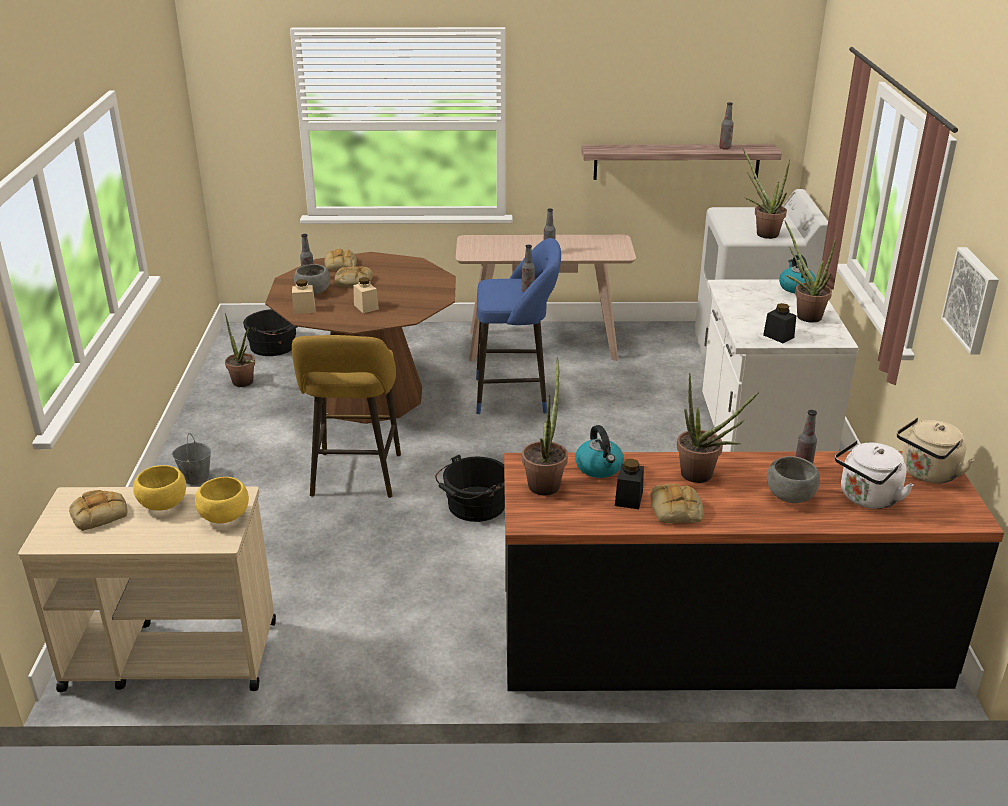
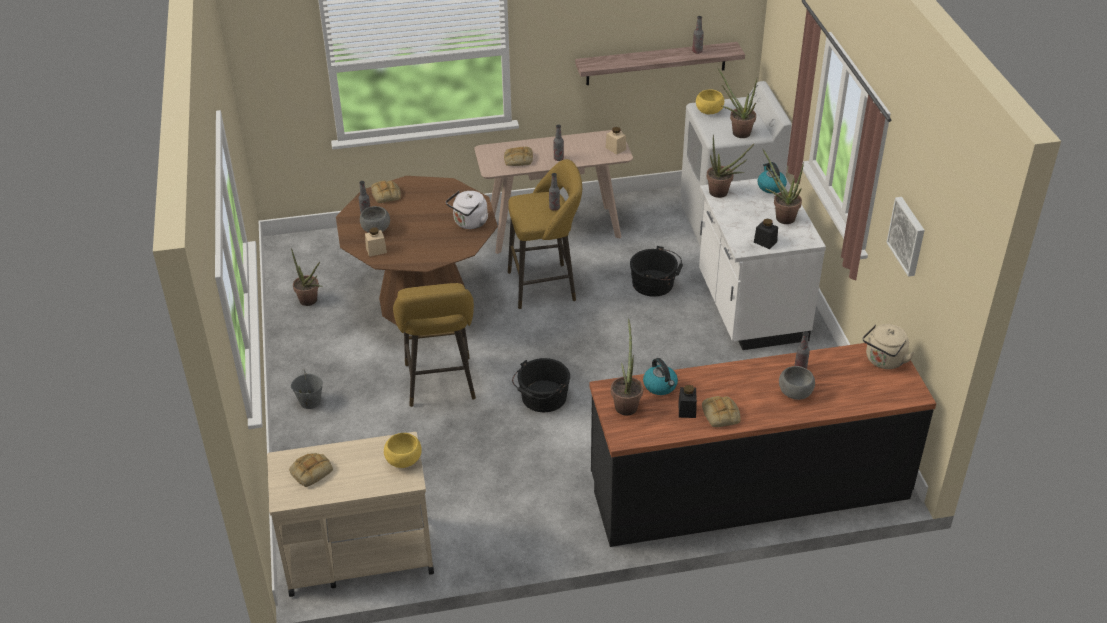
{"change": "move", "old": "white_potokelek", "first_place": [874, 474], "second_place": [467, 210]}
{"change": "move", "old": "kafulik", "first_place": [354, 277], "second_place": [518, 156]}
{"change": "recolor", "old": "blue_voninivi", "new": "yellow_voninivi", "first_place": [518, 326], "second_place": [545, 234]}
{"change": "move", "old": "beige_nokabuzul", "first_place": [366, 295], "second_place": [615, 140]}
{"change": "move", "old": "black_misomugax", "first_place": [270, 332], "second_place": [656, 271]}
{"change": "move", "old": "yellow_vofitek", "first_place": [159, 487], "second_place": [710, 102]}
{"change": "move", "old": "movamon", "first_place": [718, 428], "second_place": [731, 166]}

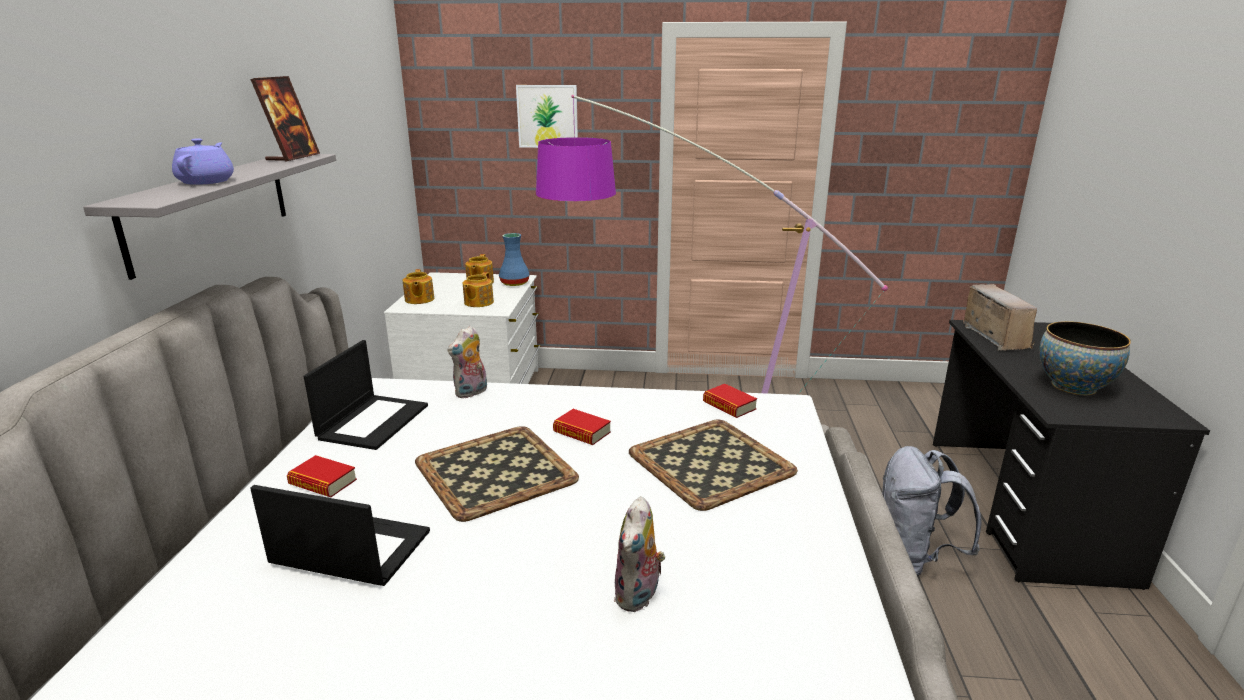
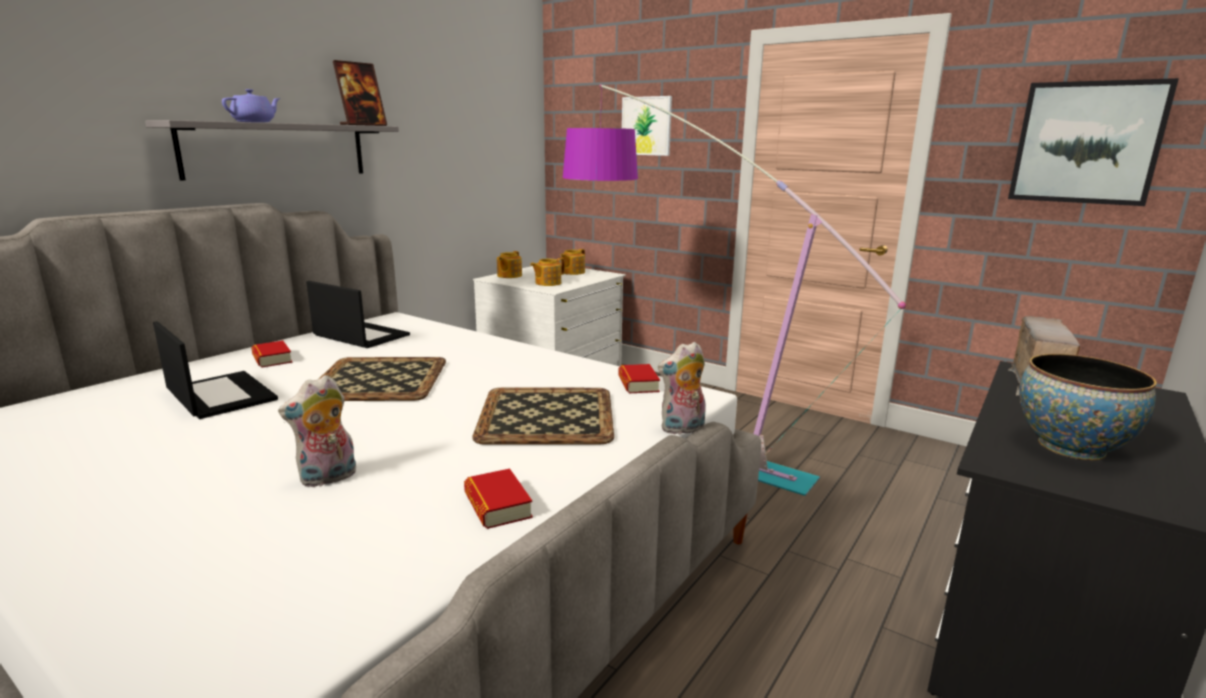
{"change": "rotate", "old": "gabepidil", "first_place": [366, 395], "second_place": [358, 314], "degrees": -105}
{"change": "move", "old": "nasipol", "first_place": [582, 427], "second_place": [498, 499]}
{"change": "move", "old": "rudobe", "first_place": [467, 361], "second_place": [682, 388]}
{"change": "insert", "new": "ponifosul", "second_place": [1093, 142]}
{"change": "delete", "old": "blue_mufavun", "first_place": [514, 259]}
{"change": "delete", "old": "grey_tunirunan", "first_place": [932, 511]}

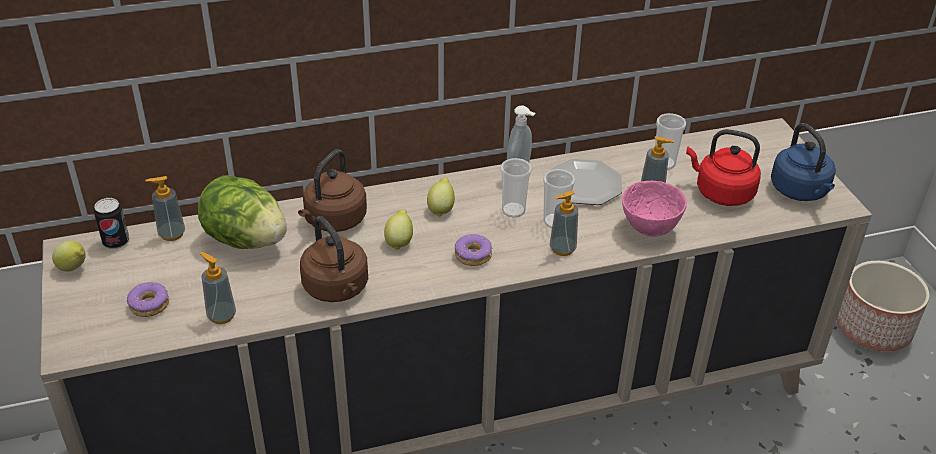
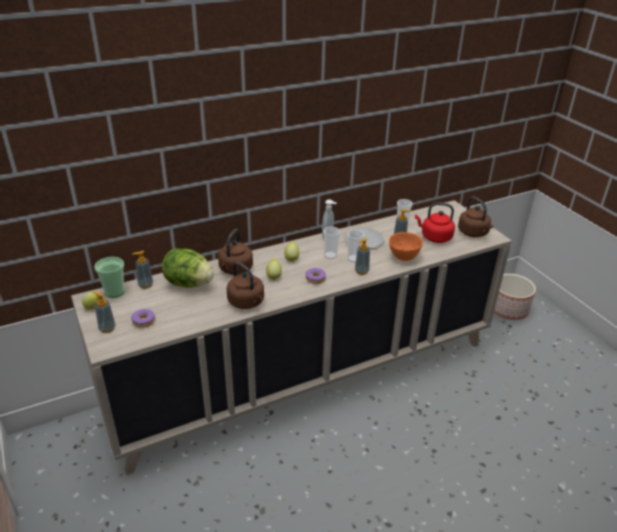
{"change": "move", "old": "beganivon", "first_place": [218, 288], "second_place": [104, 312]}
{"change": "replace", "old": "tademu", "new": "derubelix", "first_place": [111, 223], "second_place": [109, 277]}
{"change": "recolor", "old": "pink_vofitek", "new": "orange_vofitek", "first_place": [654, 209], "second_place": [406, 246]}
{"change": "recolor", "old": "blue_potokelek", "new": "brown_potokelek", "first_place": [803, 162], "second_place": [475, 217]}

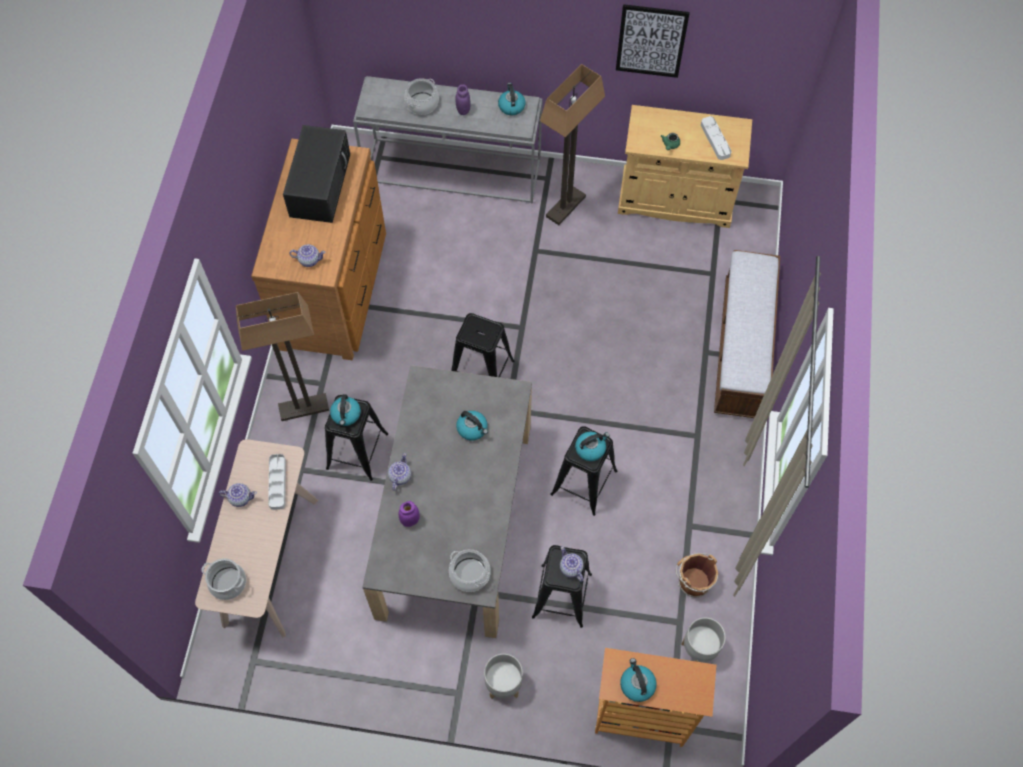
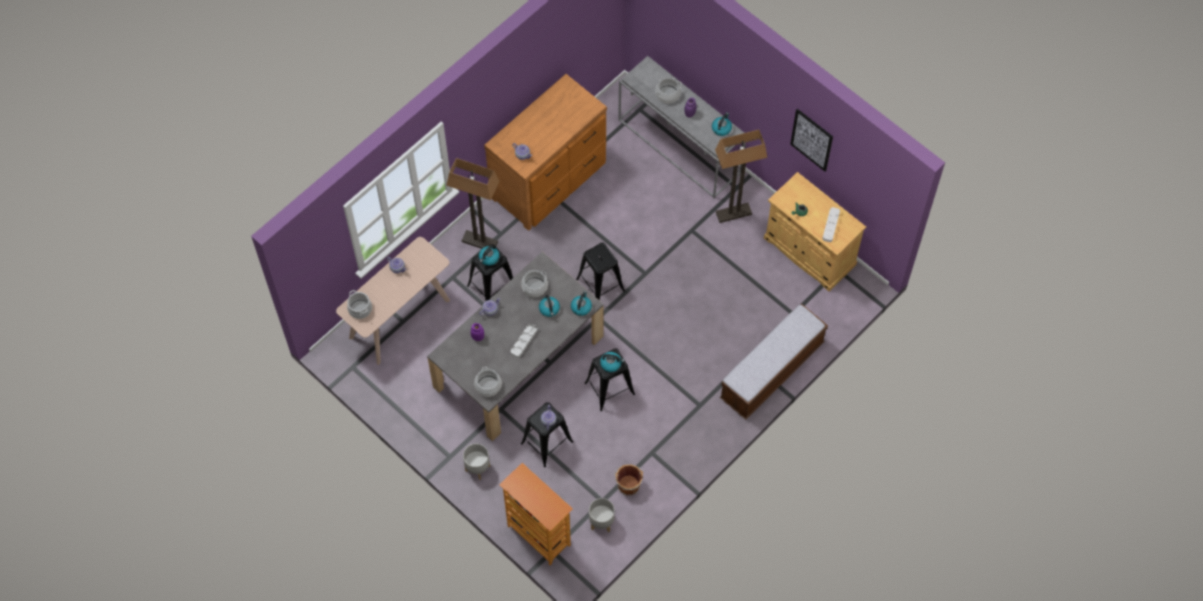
{"change": "move", "old": "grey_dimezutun", "first_place": [277, 482], "second_place": [524, 340]}
{"change": "insert", "new": "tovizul", "second_place": [534, 283]}
{"change": "move", "old": "potokelek", "first_place": [638, 680], "second_place": [581, 303]}
{"change": "delete", "old": "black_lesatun", "first_place": [316, 174]}

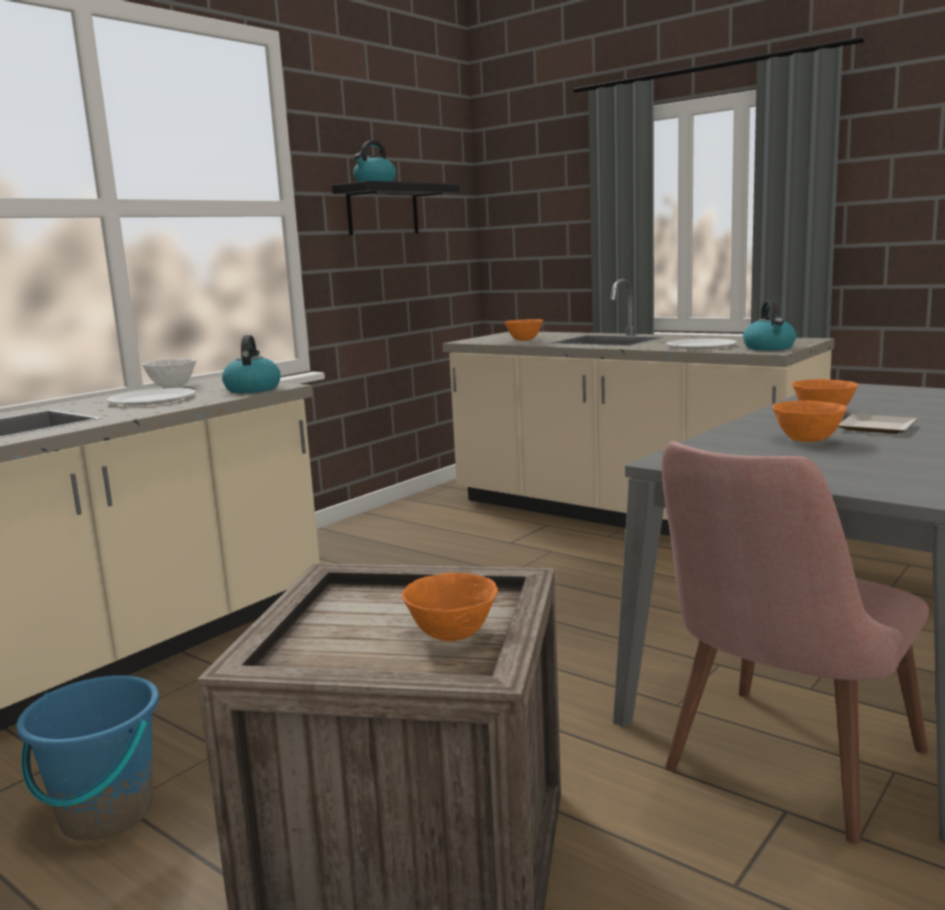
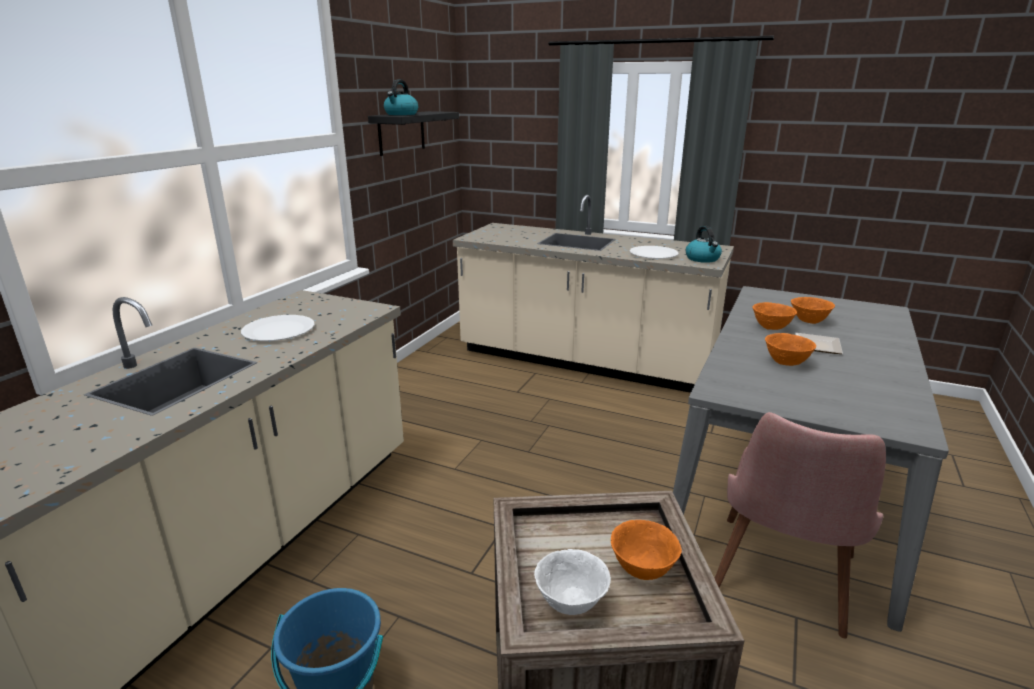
{"change": "move", "old": "white_vofitek", "first_place": [169, 373], "second_place": [572, 582]}
{"change": "move", "old": "orange_vofitek", "first_place": [524, 330], "second_place": [813, 310]}
{"change": "delete", "old": "potokelek", "first_place": [251, 364]}

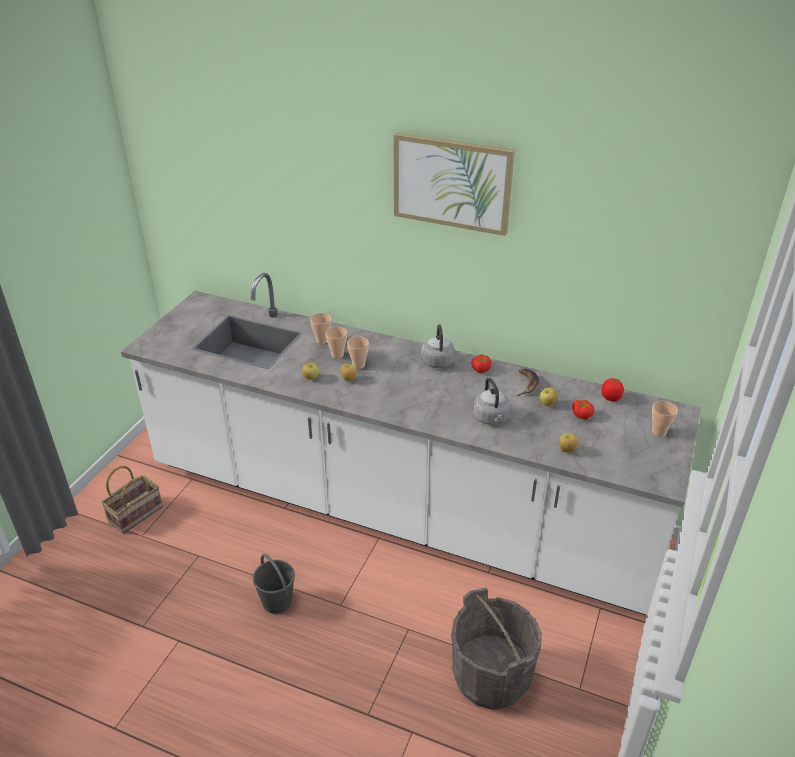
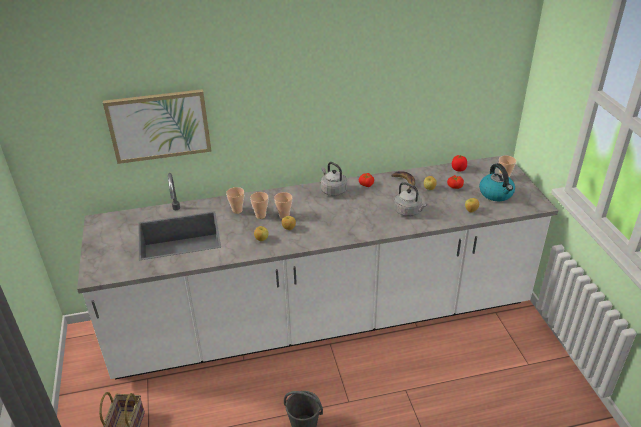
{"change": "move", "old": "ponifosul", "first_place": [454, 184], "second_place": [157, 126]}
{"change": "insert", "new": "potokelek", "second_place": [497, 182]}
{"change": "delete", "old": "grey_misomugax", "first_place": [496, 648]}

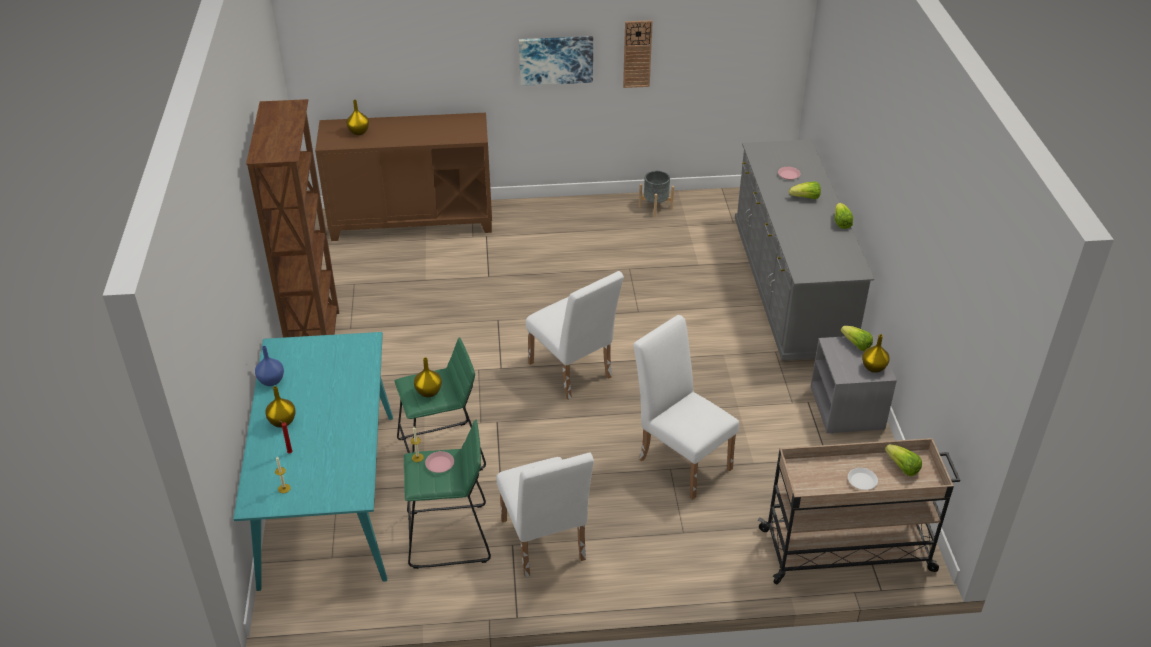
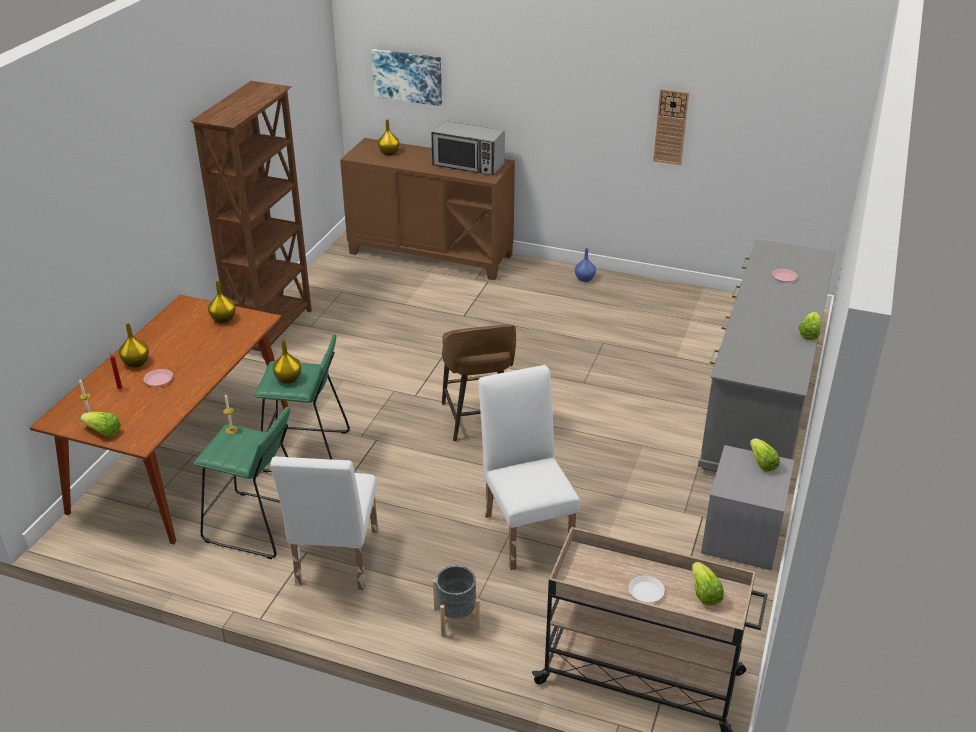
{"change": "recolor", "old": "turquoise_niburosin", "new": "brown_niburosin", "first_place": [313, 461], "second_place": [159, 420]}
{"change": "move", "old": "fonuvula", "first_place": [805, 190], "second_place": [100, 424]}
{"change": "move", "old": "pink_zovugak", "first_place": [439, 462], "second_place": [158, 378]}
{"change": "move", "old": "yellow_mufavun", "first_place": [876, 353], "second_place": [222, 302]}
{"change": "move", "old": "ponifosul", "first_place": [556, 61], "second_place": [406, 77]}
{"change": "insert", "new": "lesatun", "second_place": [468, 148]}
{"change": "move", "old": "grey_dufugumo", "first_place": [656, 194], "second_place": [456, 601]}
{"change": "replace", "old": "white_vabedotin", "new": "brown_voninivi", "first_place": [575, 335], "second_place": [479, 383]}
{"change": "move", "old": "blue_mufavun", "first_place": [269, 366], "second_place": [585, 265]}

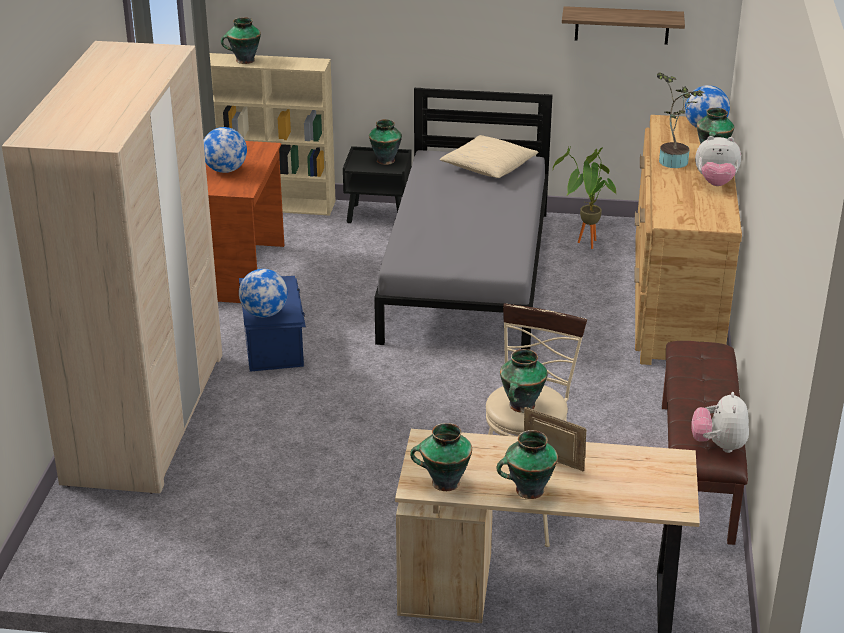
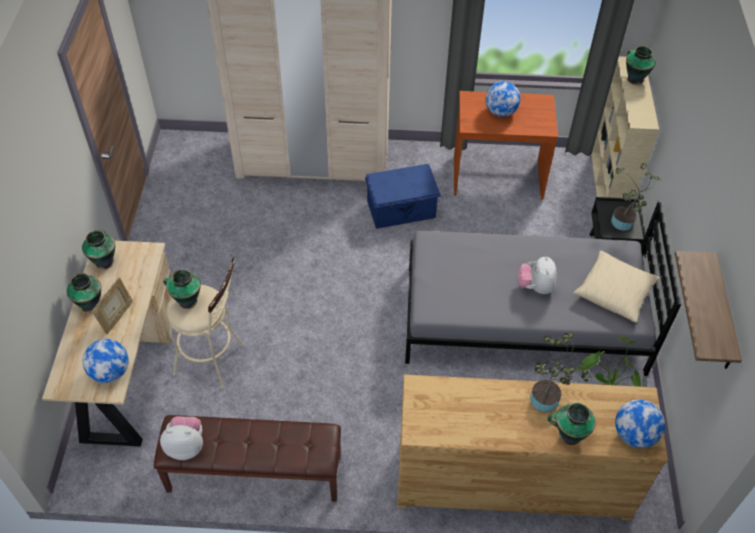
{"change": "move", "old": "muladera", "first_place": [263, 293], "second_place": [106, 361]}
{"change": "move", "old": "rudobe", "first_place": [718, 161], "second_place": [537, 275]}
{"change": "replace", "old": "mufavun", "new": "movamon", "first_place": [385, 142], "second_place": [636, 197]}

